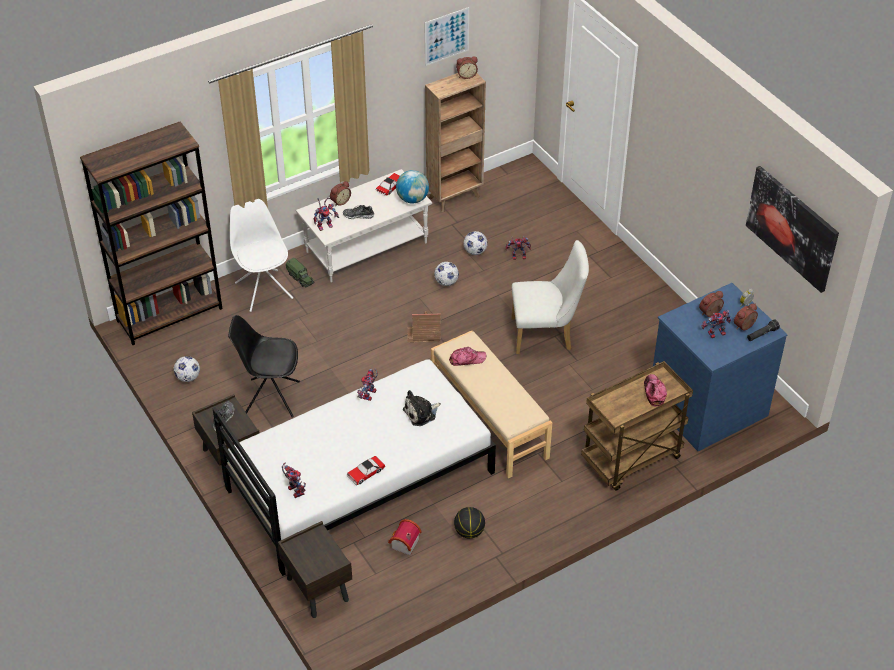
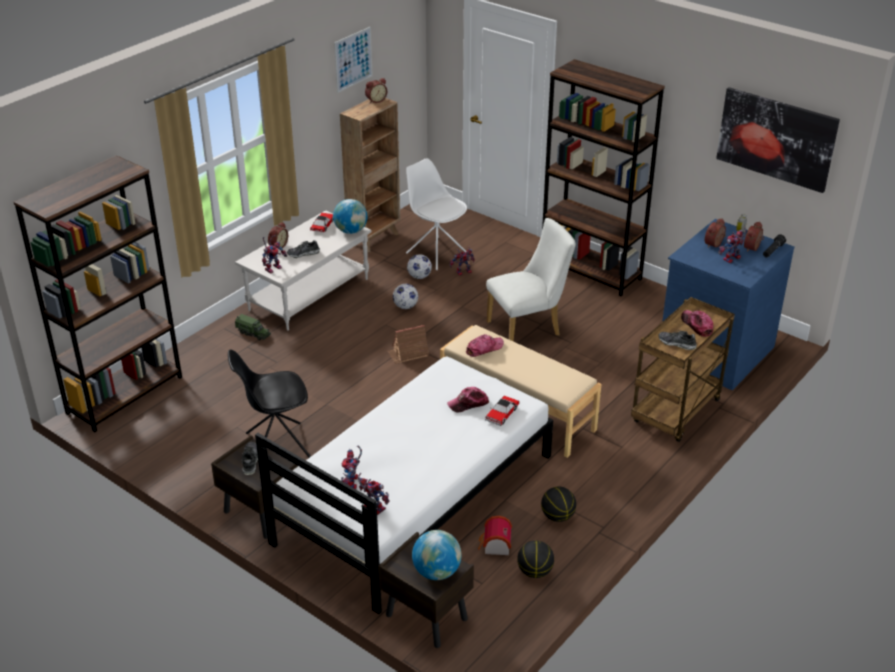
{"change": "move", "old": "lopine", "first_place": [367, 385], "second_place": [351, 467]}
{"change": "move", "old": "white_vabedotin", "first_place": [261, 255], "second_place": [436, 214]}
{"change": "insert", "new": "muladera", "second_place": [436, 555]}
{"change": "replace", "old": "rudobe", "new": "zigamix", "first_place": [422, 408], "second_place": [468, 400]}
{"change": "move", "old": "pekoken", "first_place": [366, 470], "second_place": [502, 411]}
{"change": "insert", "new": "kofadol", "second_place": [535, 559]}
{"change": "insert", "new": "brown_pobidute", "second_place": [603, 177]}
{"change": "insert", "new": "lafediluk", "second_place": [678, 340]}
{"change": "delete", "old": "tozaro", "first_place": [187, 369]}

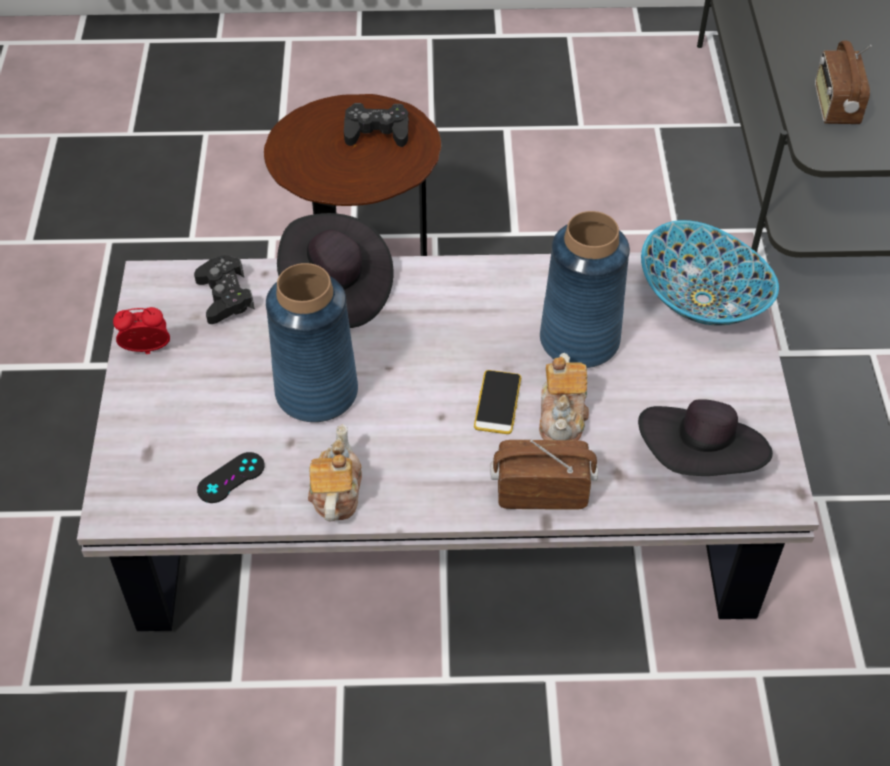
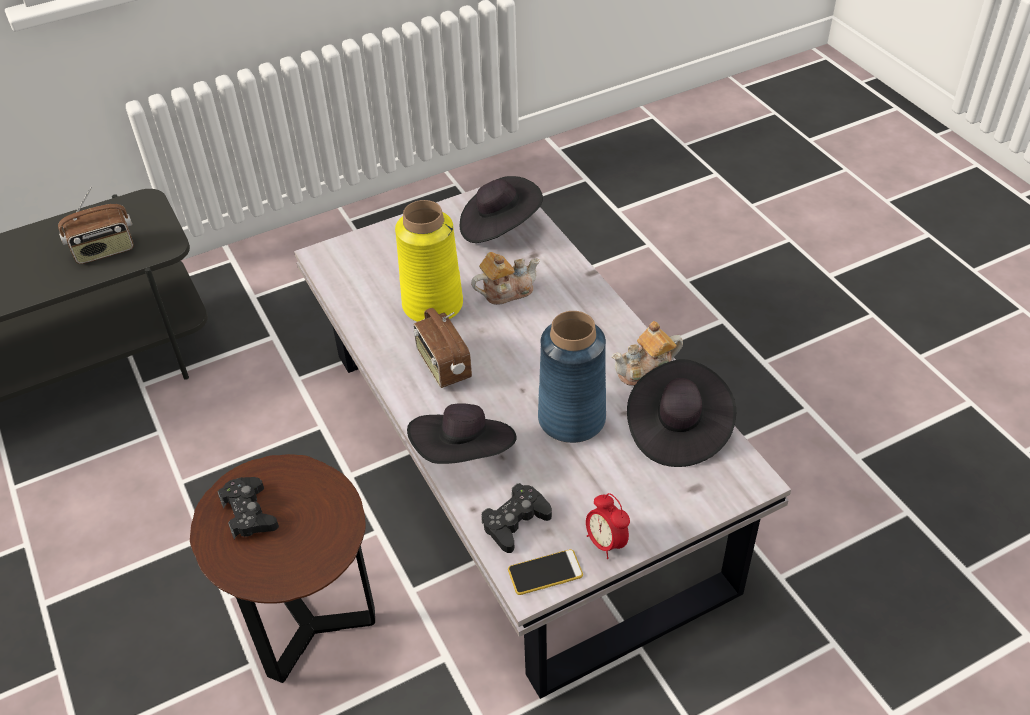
{"change": "recolor", "old": "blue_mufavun", "new": "yellow_mufavun", "first_place": [585, 289], "second_place": [429, 261]}
{"change": "move", "old": "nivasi", "first_place": [544, 475], "second_place": [443, 348]}
{"change": "move", "old": "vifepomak", "first_place": [497, 402], "second_place": [545, 572]}
{"change": "replace", "old": "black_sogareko", "new": "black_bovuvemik", "first_place": [231, 477], "second_place": [681, 413]}
{"change": "delete", "old": "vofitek", "first_place": [710, 272]}

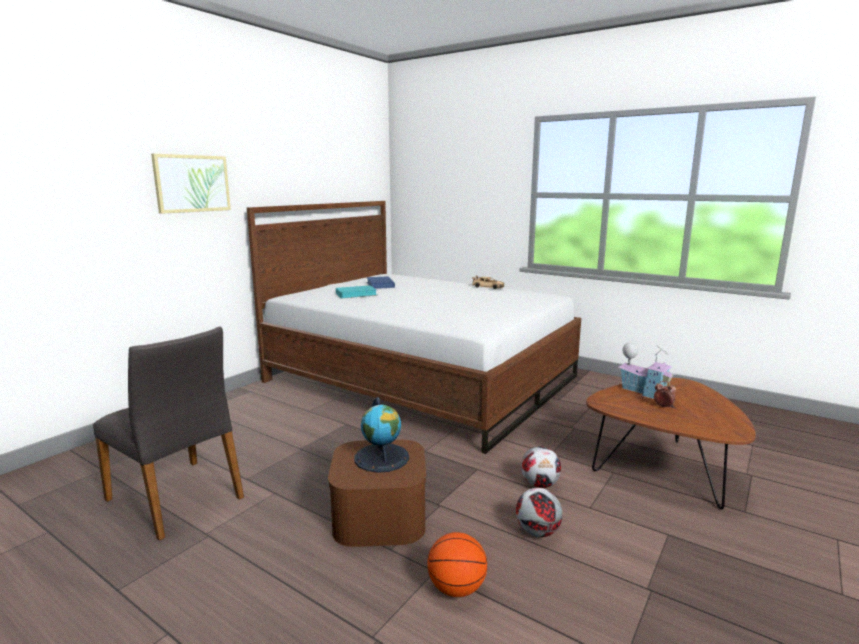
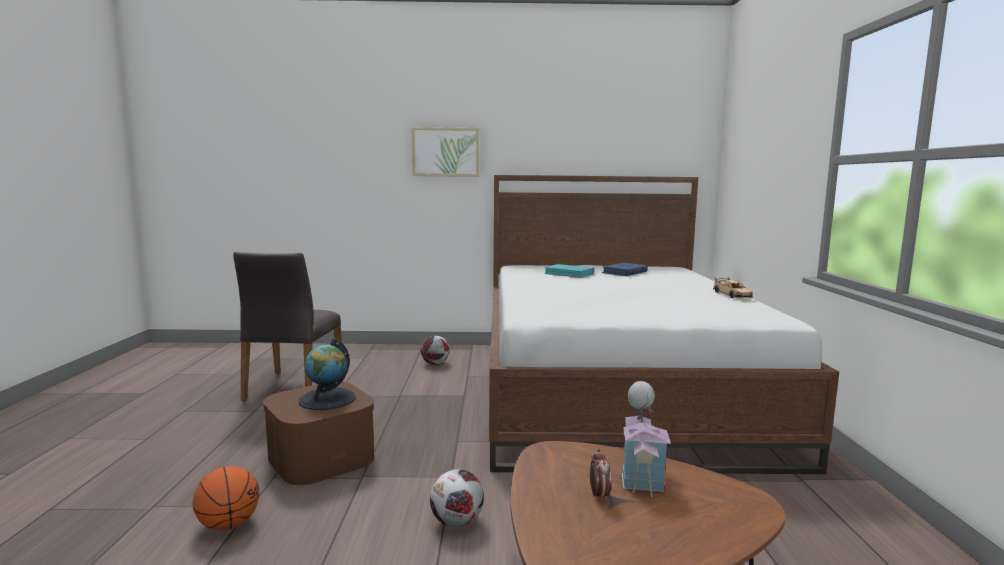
{"change": "move", "old": "tozaro", "first_place": [539, 512], "second_place": [435, 350]}

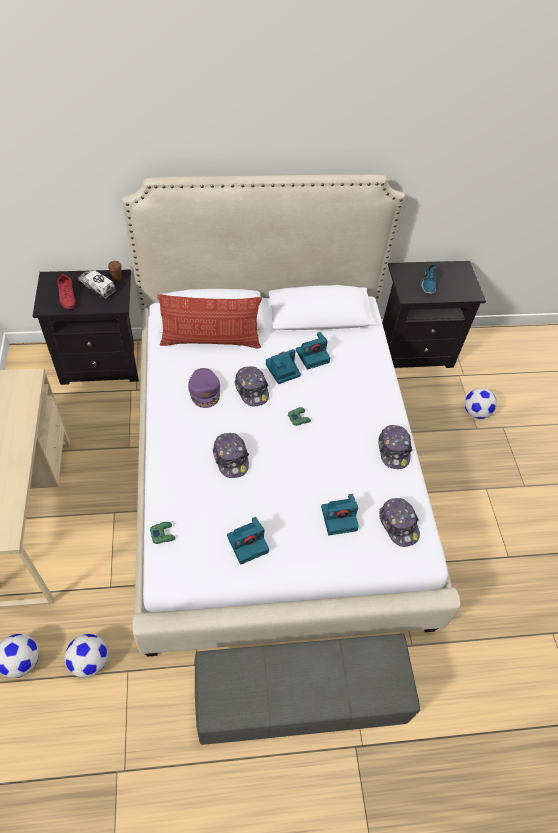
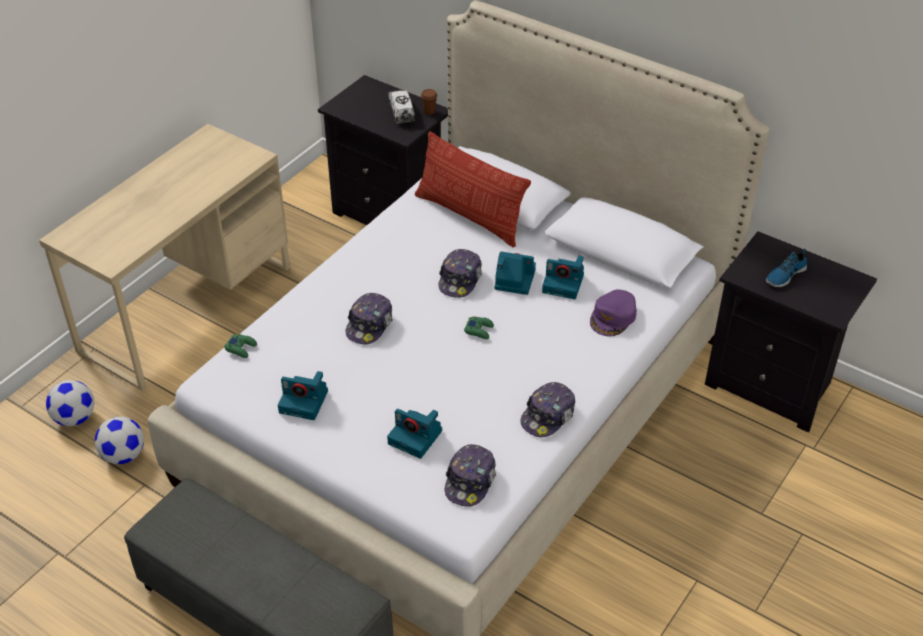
{"change": "move", "old": "purple_zigamix", "first_place": [204, 388], "second_place": [613, 313]}
{"change": "delete", "old": "red_lafediluk", "first_place": [66, 291]}
{"change": "delete", "old": "tozaro", "first_place": [480, 403]}

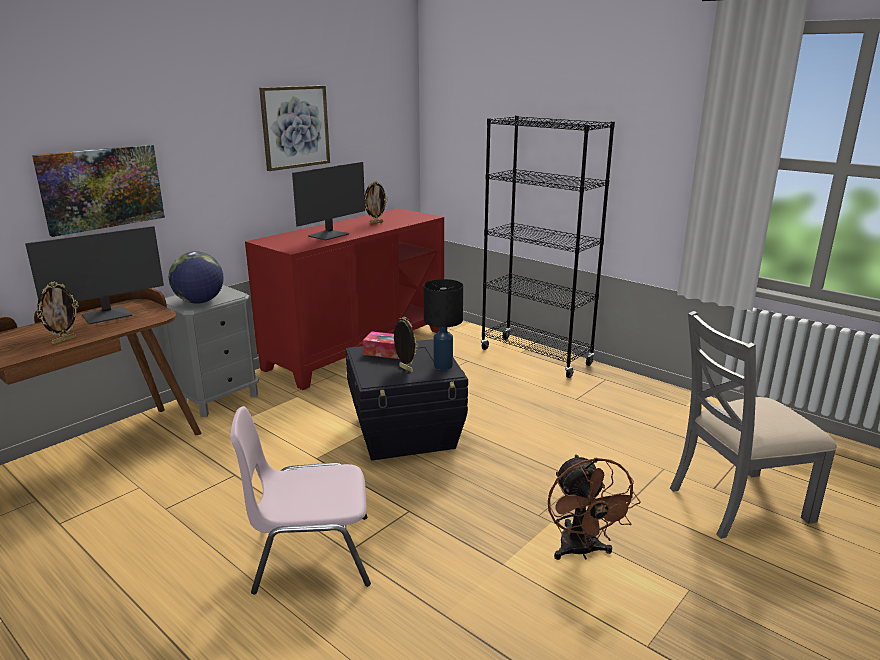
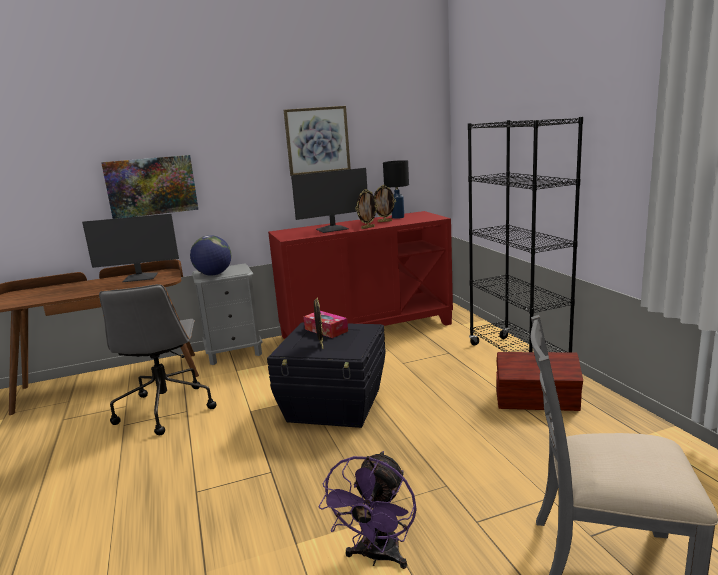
{"change": "insert", "new": "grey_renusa", "second_place": [158, 359]}
{"change": "recolor", "old": "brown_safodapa", "new": "purple_safodapa", "first_place": [594, 507], "second_place": [367, 510]}
{"change": "move", "old": "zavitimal", "first_place": [58, 313], "second_place": [366, 209]}
{"change": "move", "old": "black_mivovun", "first_place": [443, 324], "second_place": [396, 189]}
{"change": "insert", "new": "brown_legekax", "second_place": [539, 381]}
{"change": "delete", "old": "pink_vabedotin", "first_place": [300, 500]}

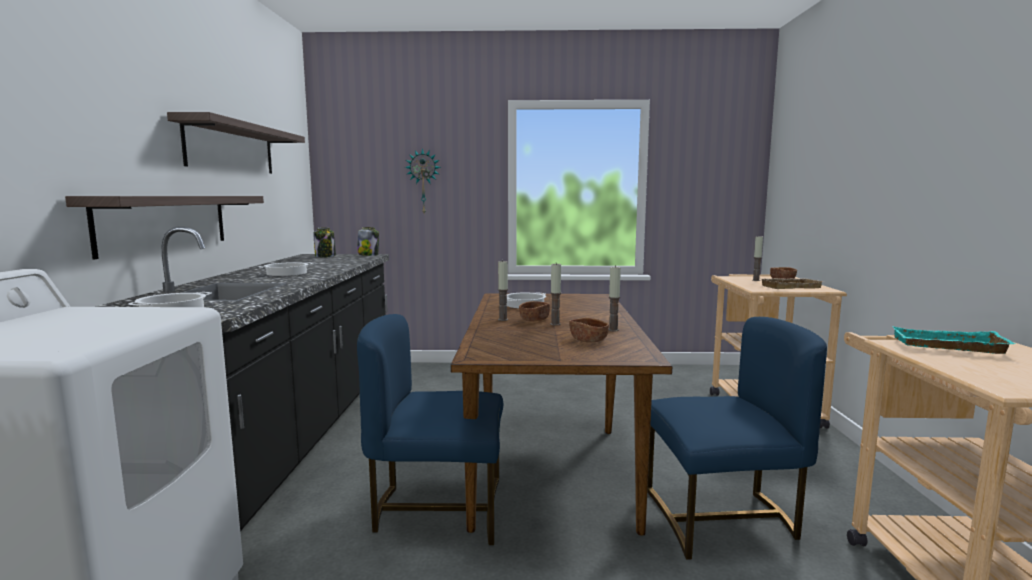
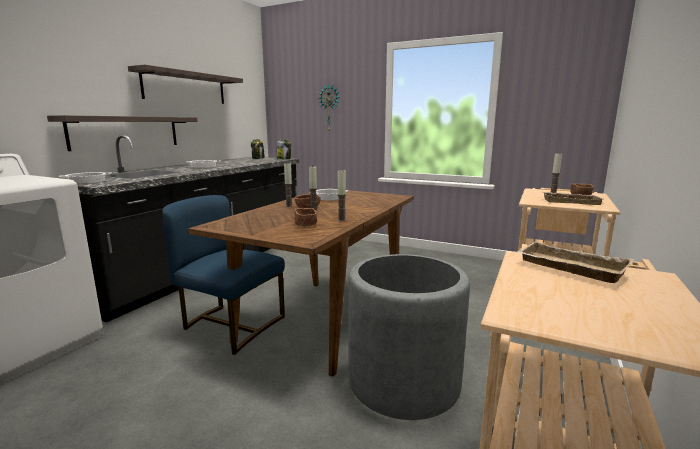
{"change": "replace", "old": "blue_vabedotin", "new": "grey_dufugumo", "first_place": [737, 438], "second_place": [409, 337]}
{"change": "recolor", "old": "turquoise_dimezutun", "new": "beige_dimezutun", "first_place": [953, 340], "second_place": [575, 262]}

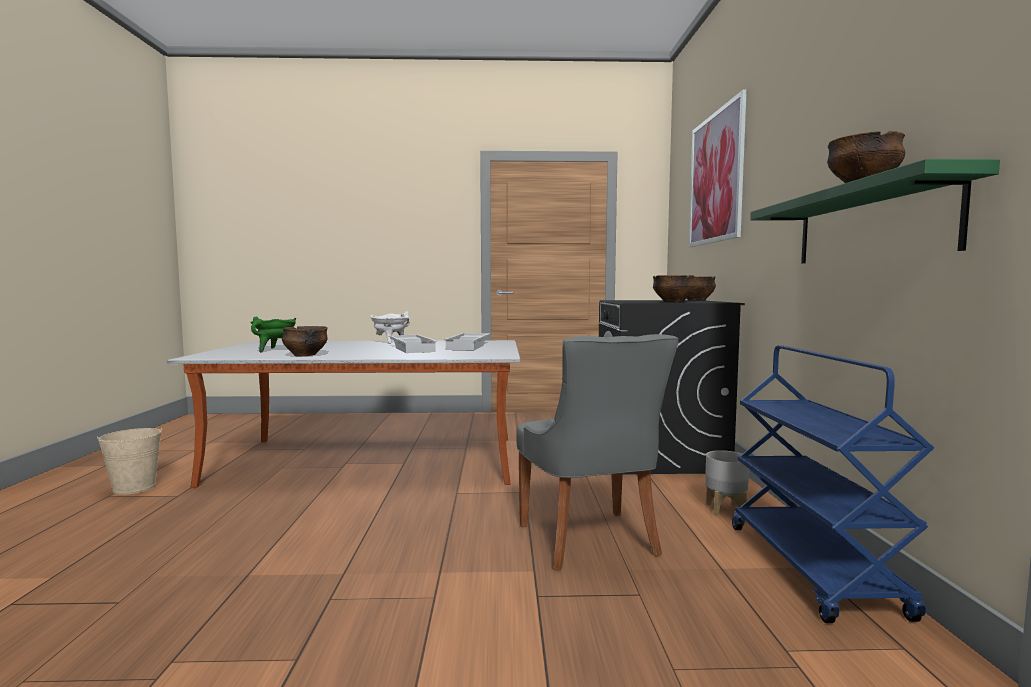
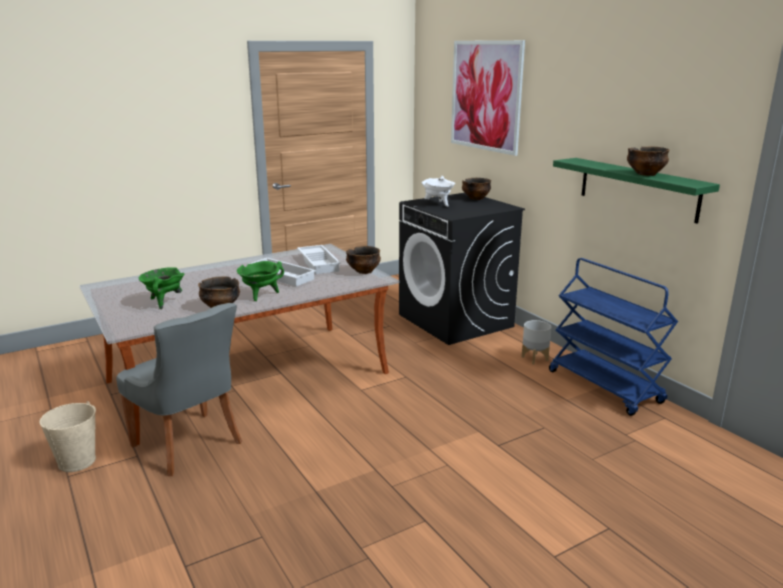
{"change": "move", "old": "grey_vabedotin", "first_place": [597, 452], "second_place": [179, 389]}
{"change": "insert", "new": "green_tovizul", "second_place": [260, 281]}
{"change": "move", "old": "vofitek", "first_place": [674, 288], "second_place": [363, 260]}
{"change": "move", "old": "white_tovizul", "first_place": [390, 327], "second_place": [438, 191]}

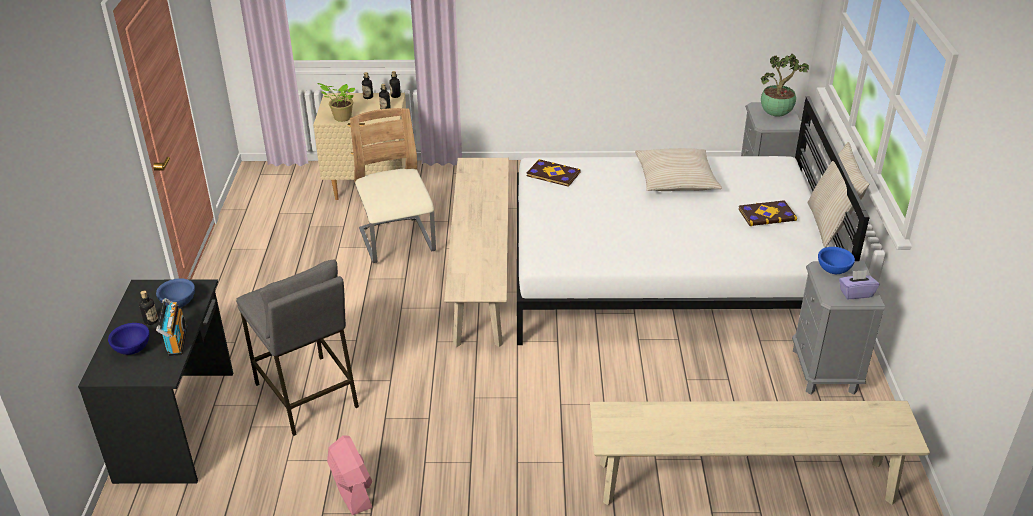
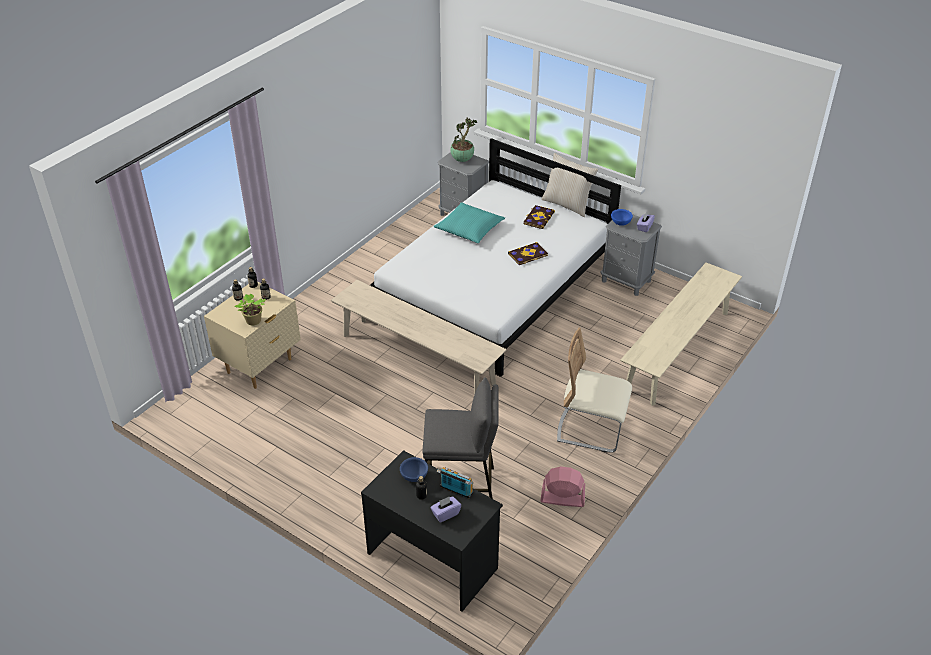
{"change": "replace", "old": "blue_vofitek", "new": "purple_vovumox", "first_place": [129, 339], "second_place": [445, 509]}
{"change": "recolor", "old": "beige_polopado", "new": "turquoise_polopado", "first_place": [678, 169], "second_place": [469, 222]}
{"change": "move", "old": "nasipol", "first_place": [553, 173], "second_place": [528, 253]}
{"change": "move", "old": "beige_vabedotin", "first_place": [393, 185], "second_place": [594, 390]}

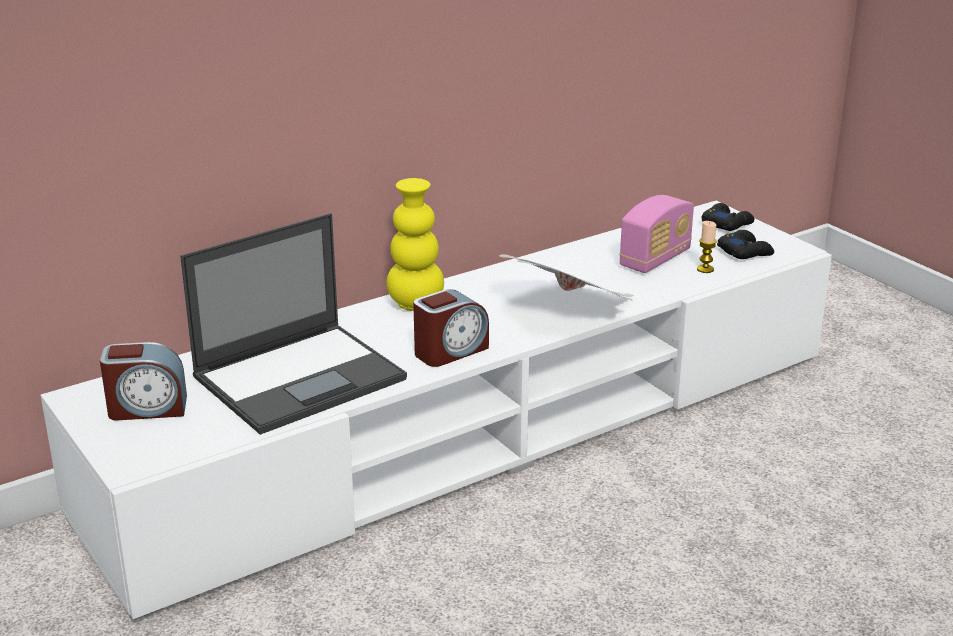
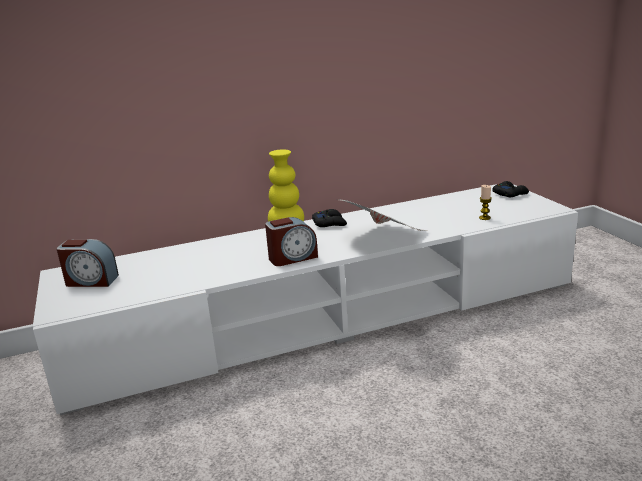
{"change": "move", "old": "black_sogareko", "first_place": [745, 244], "second_place": [329, 218]}
{"change": "delete", "old": "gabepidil", "first_place": [293, 324]}
{"change": "delete", "old": "nivasi", "first_place": [656, 234]}

